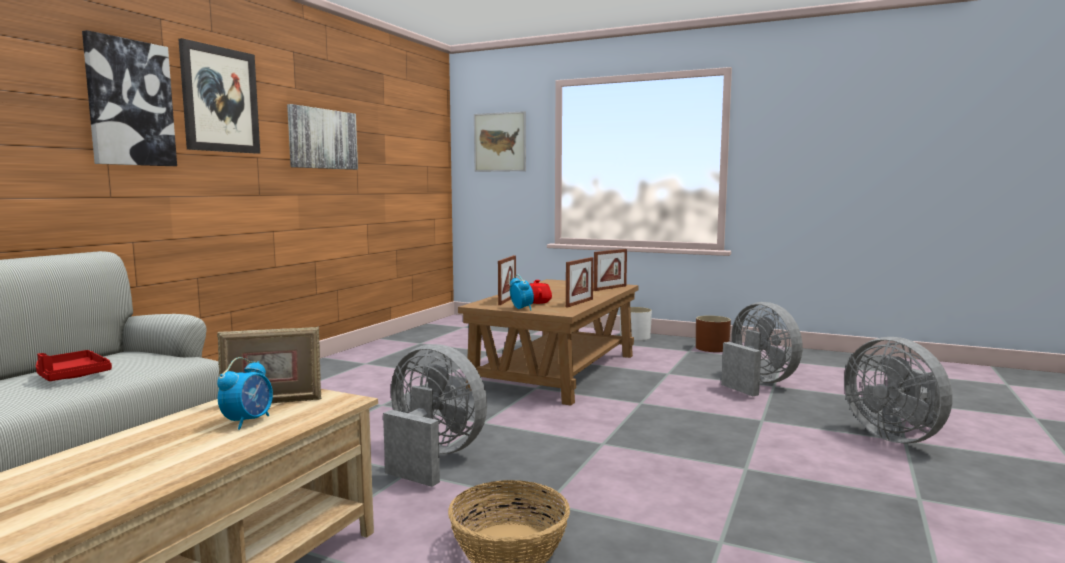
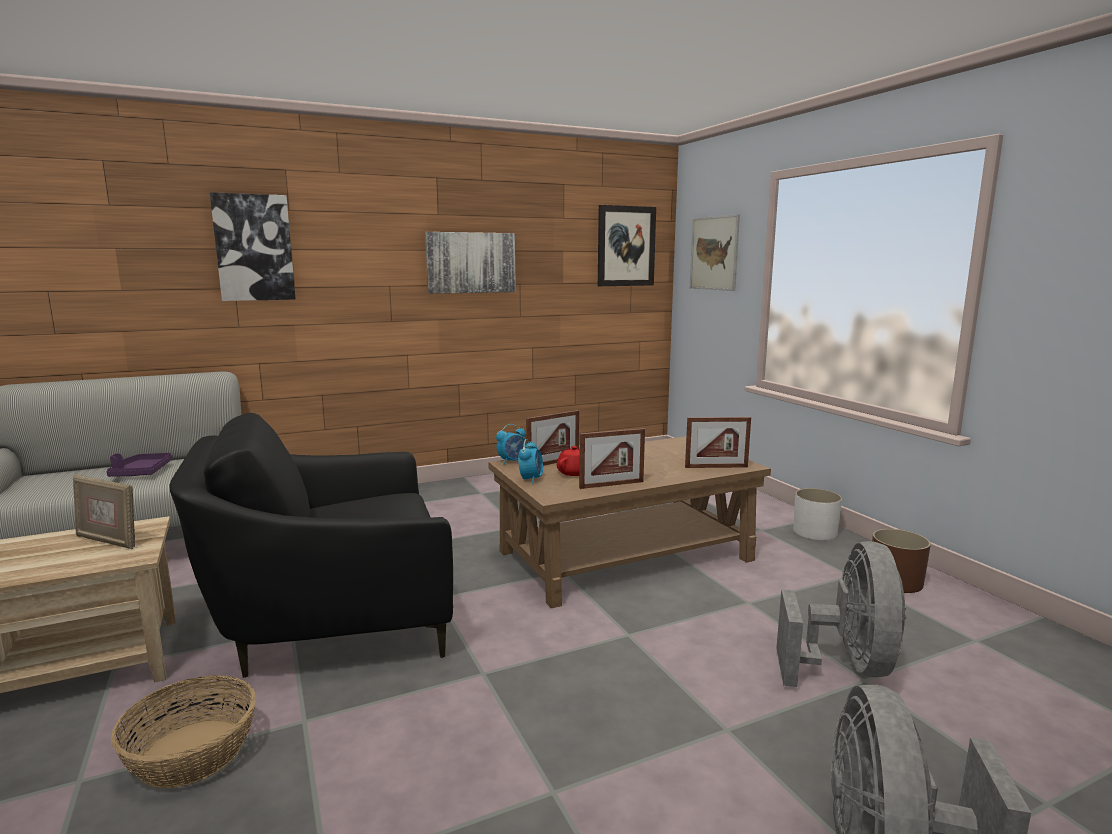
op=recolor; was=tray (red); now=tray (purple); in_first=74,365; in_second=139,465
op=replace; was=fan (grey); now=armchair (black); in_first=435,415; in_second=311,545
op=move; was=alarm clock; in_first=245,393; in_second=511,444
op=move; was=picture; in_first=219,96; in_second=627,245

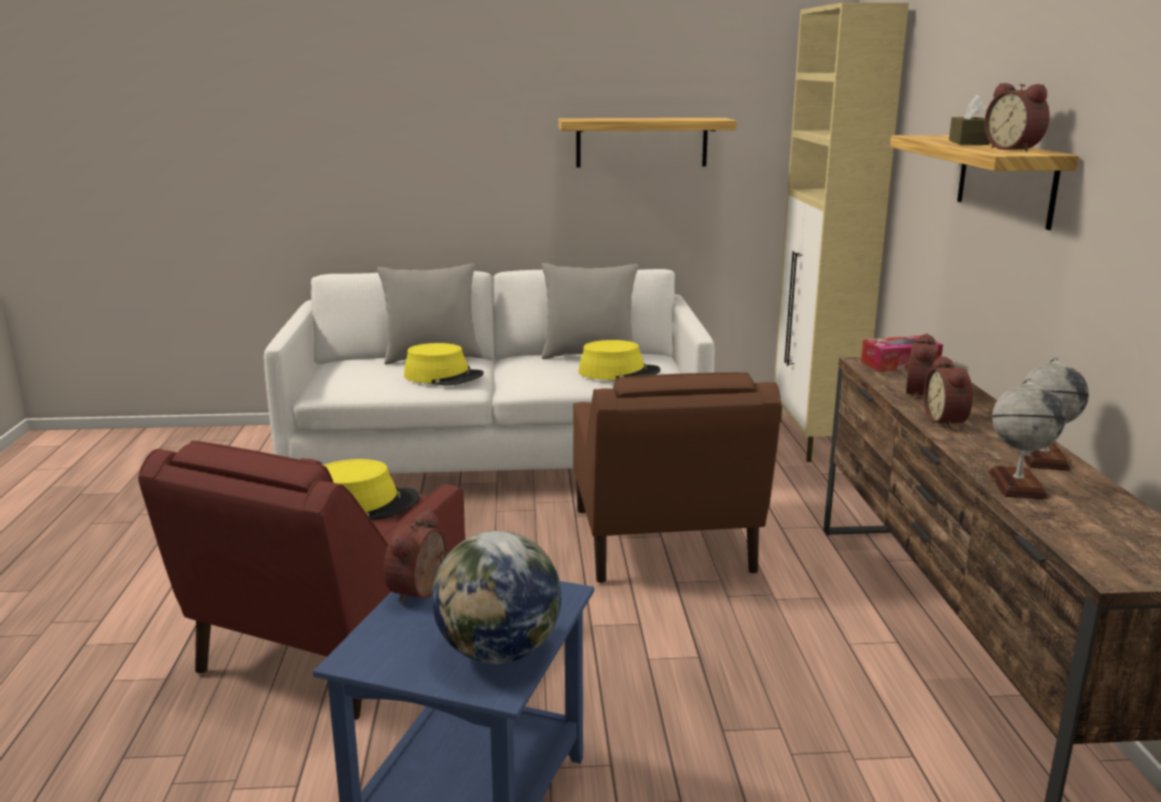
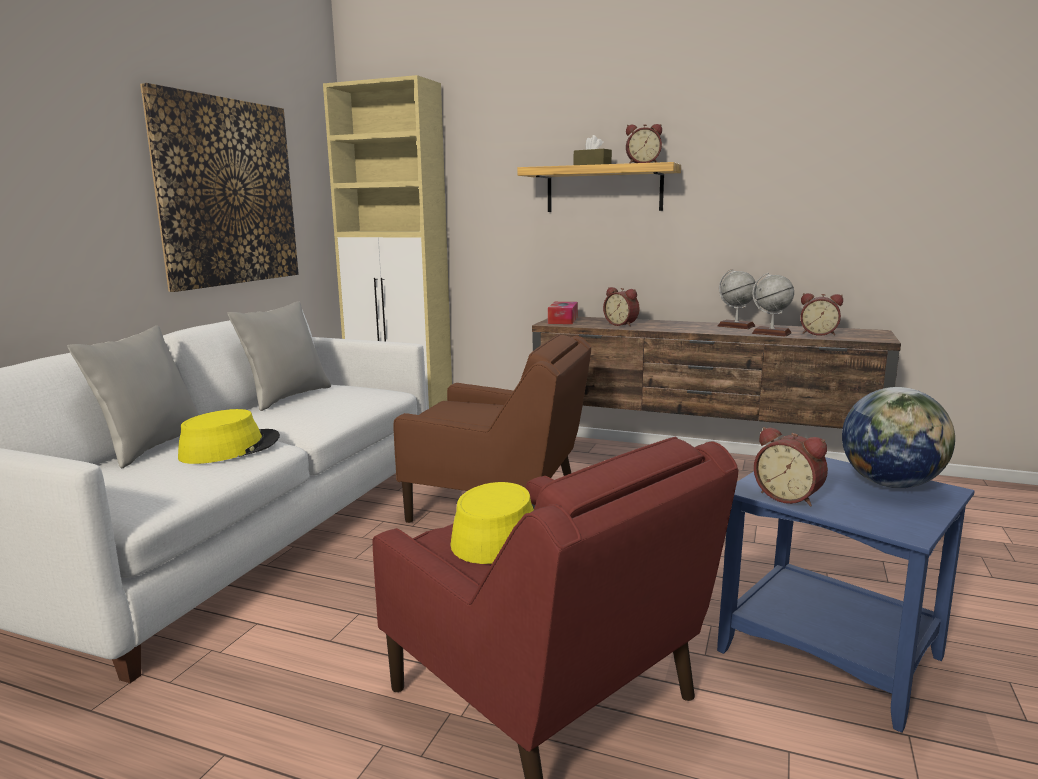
op=replace; was=shelf; now=picture; in_first=647,142; in_second=219,187
op=move; was=alarm clock; in_first=948,392; in_second=821,314
op=delete; was=hat (yellow); in_first=619,360

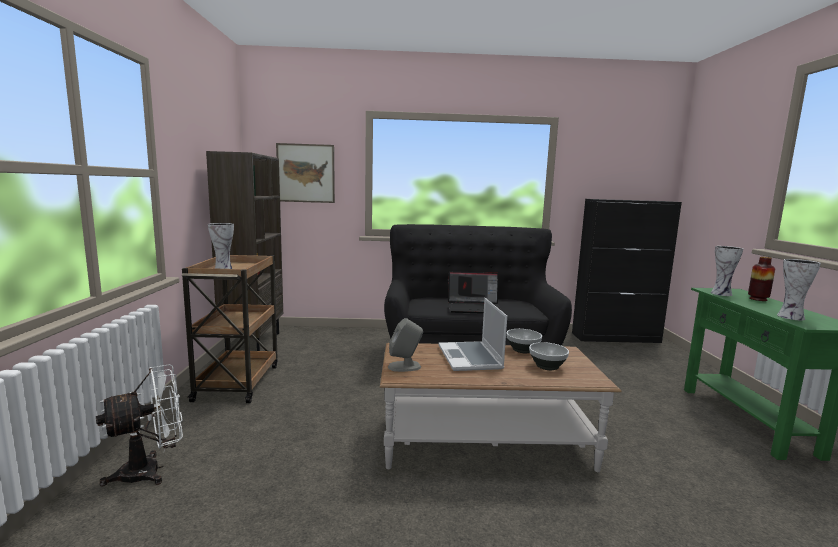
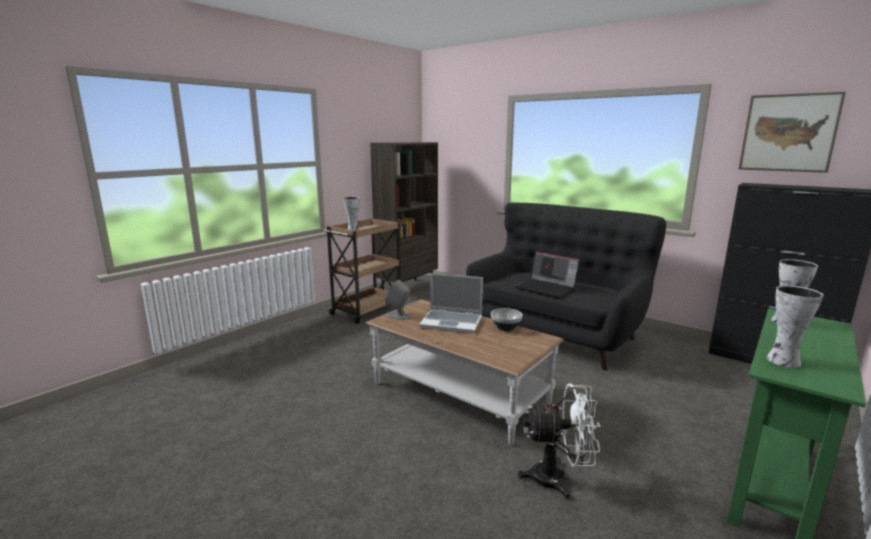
op=rotate; was=laptop; in_first=472,334; in_second=451,303; clockwise=-105
op=move; was=fan (white); in_first=139,425; in_second=559,441
op=move; was=picture; in_first=305,173; in_second=792,132
op=delete; was=bowl; in_first=549,356
op=delete; was=vase; in_first=761,279

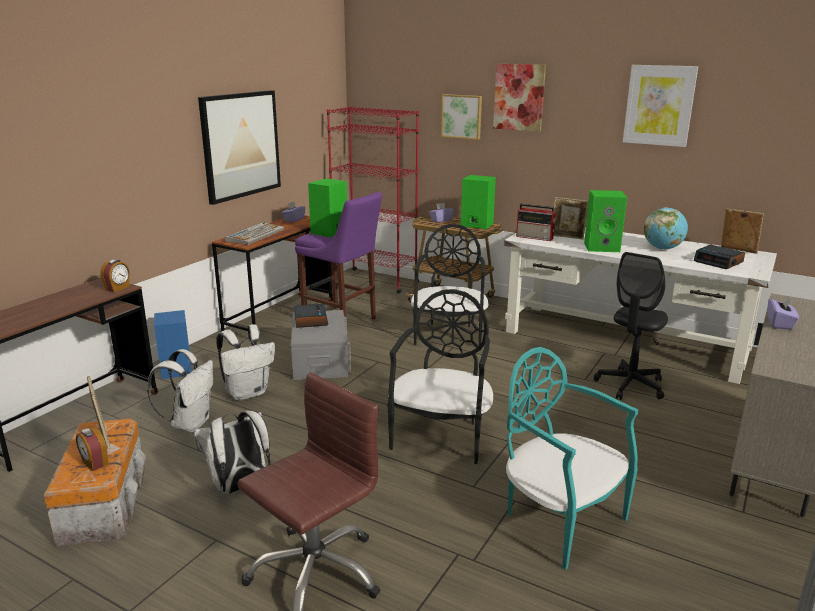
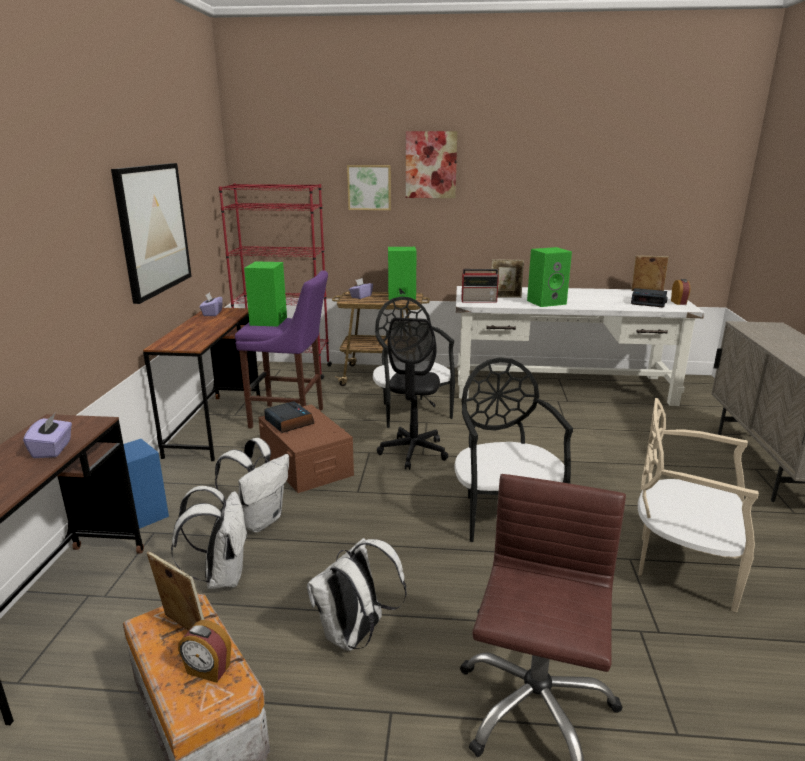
op=move; was=tissue box (purple); in_first=783,313; in_second=47,435
op=recolor; was=storage box (grey); now=storage box (brown); in_first=320,345; in_second=306,448
op=move; was=office chair (black); in_first=631,326; in_second=412,393
op=recolor; was=chair (turquoise); now=chair (beige); in_first=572,458; in_second=698,505
op=move; was=alarm clock; in_first=114,275; in_second=680,292
op=delete; was=keyboard; in_first=254,233
op=delete; was=picture; in_first=660,106
op=delete; was=globe; in_first=666,228

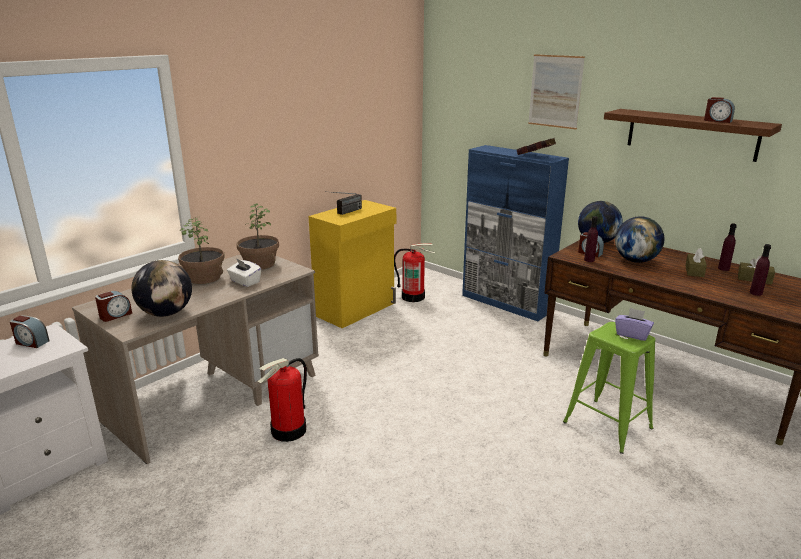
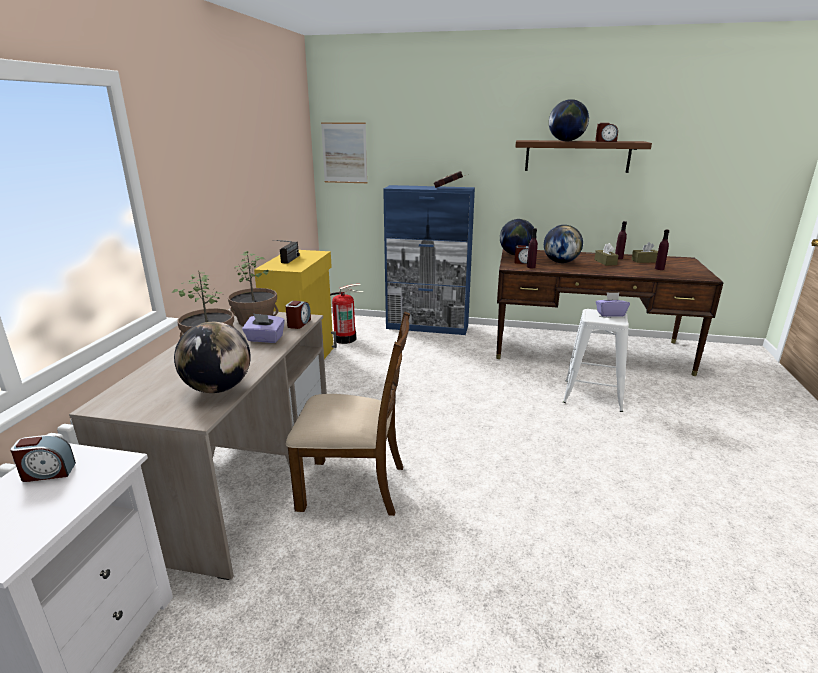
op=recolor; was=tissue box (white); now=tissue box (purple); in_first=244,272; in_second=263,328
op=move; was=alarm clock; in_first=113,306; in_second=298,315
op=replace; was=fire extinguisher; now=chair (brown); in_first=282,400; in_second=348,413
op=move; was=picture; in_first=556,92; in_second=344,152
op=insert; now=globe; in_second=569,120
op=recolor; was=stool (green); now=stool (white); in_first=609,388; in_second=596,360

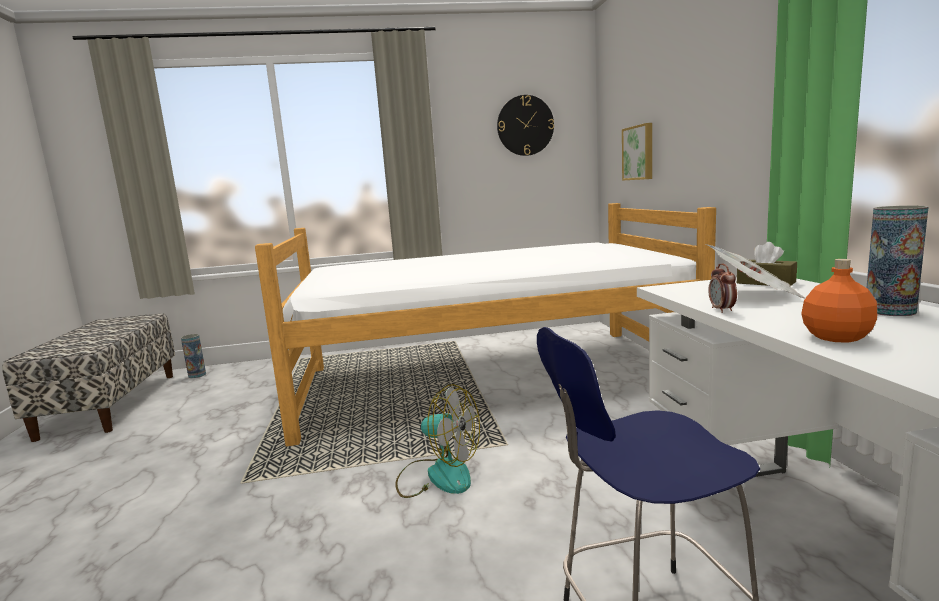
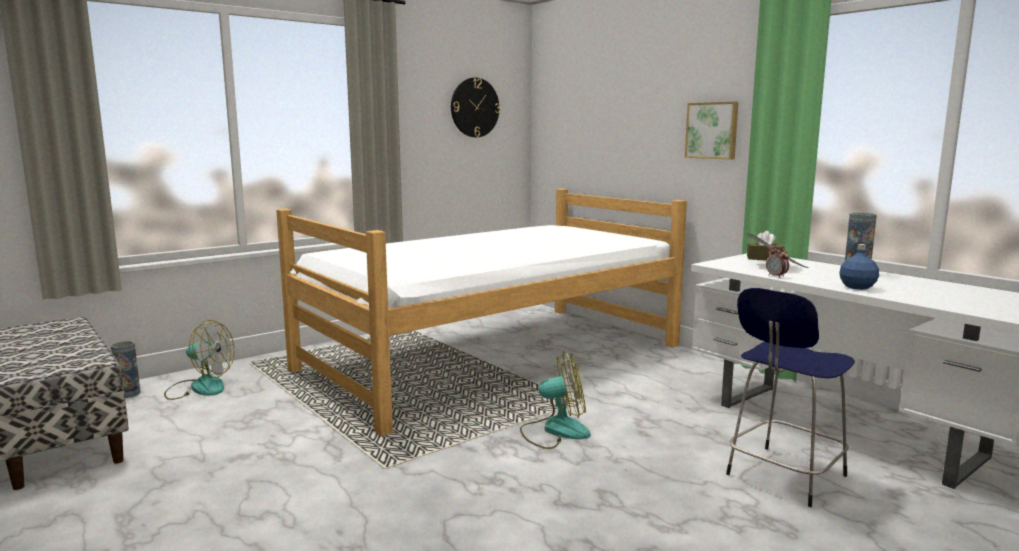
op=insert; now=fan; in_second=199,360
op=move; was=picture; in_first=637,152; in_second=712,130
op=recolor; was=bottle (orange); now=bottle (blue); in_first=839,301; in_second=859,267

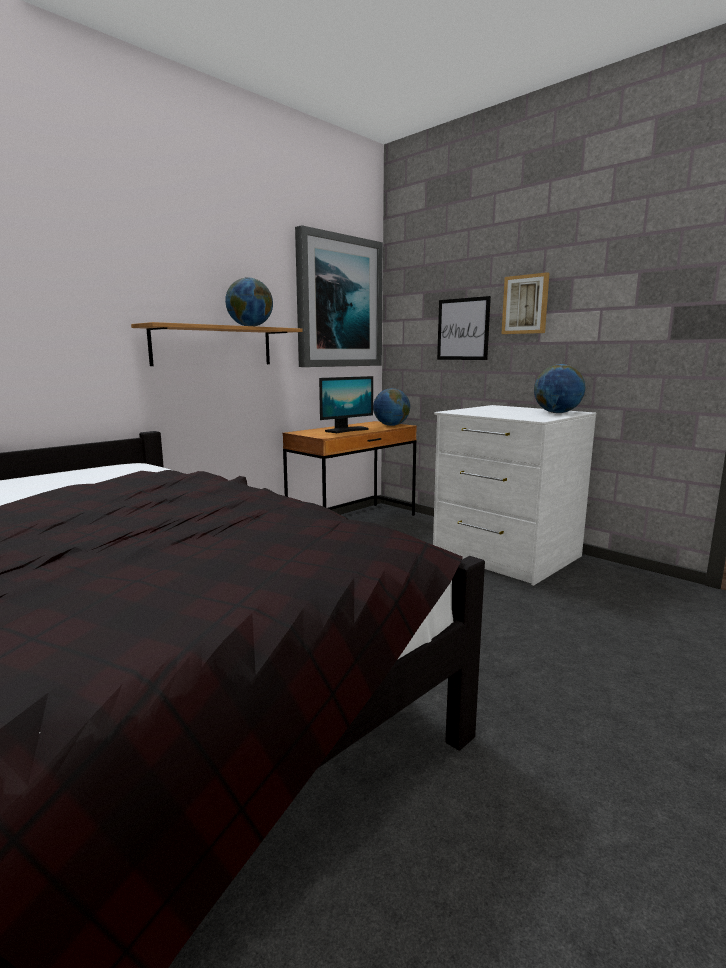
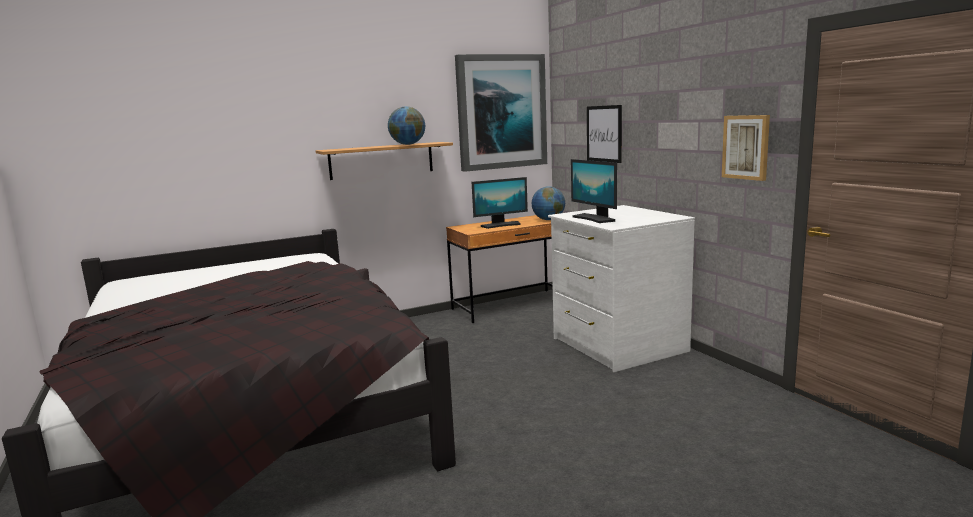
op=insert; now=monitor; in_second=594,191
op=move; was=picture; in_first=525,303; in_second=746,148
op=delete; was=globe; in_first=559,388

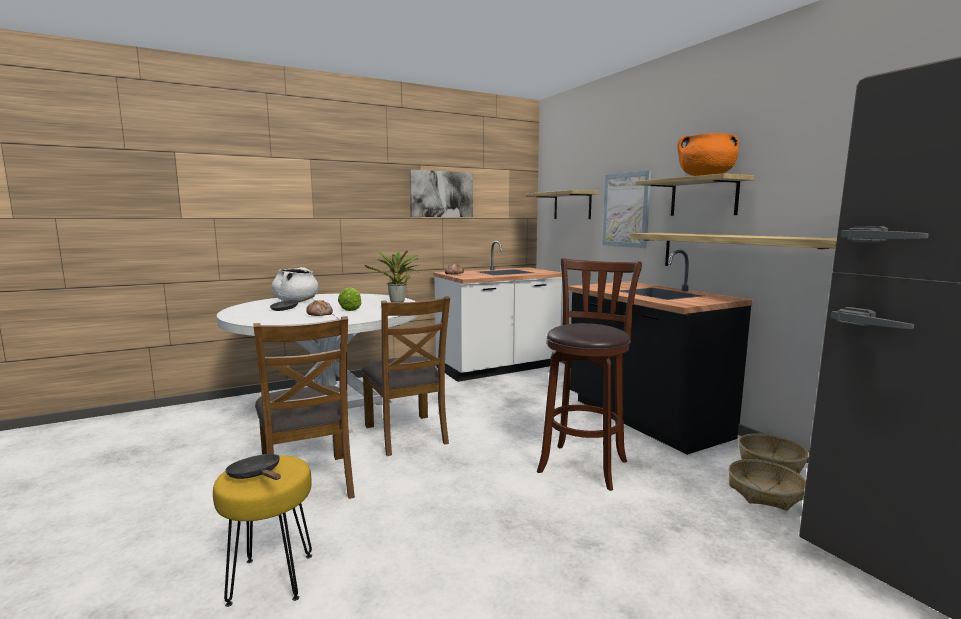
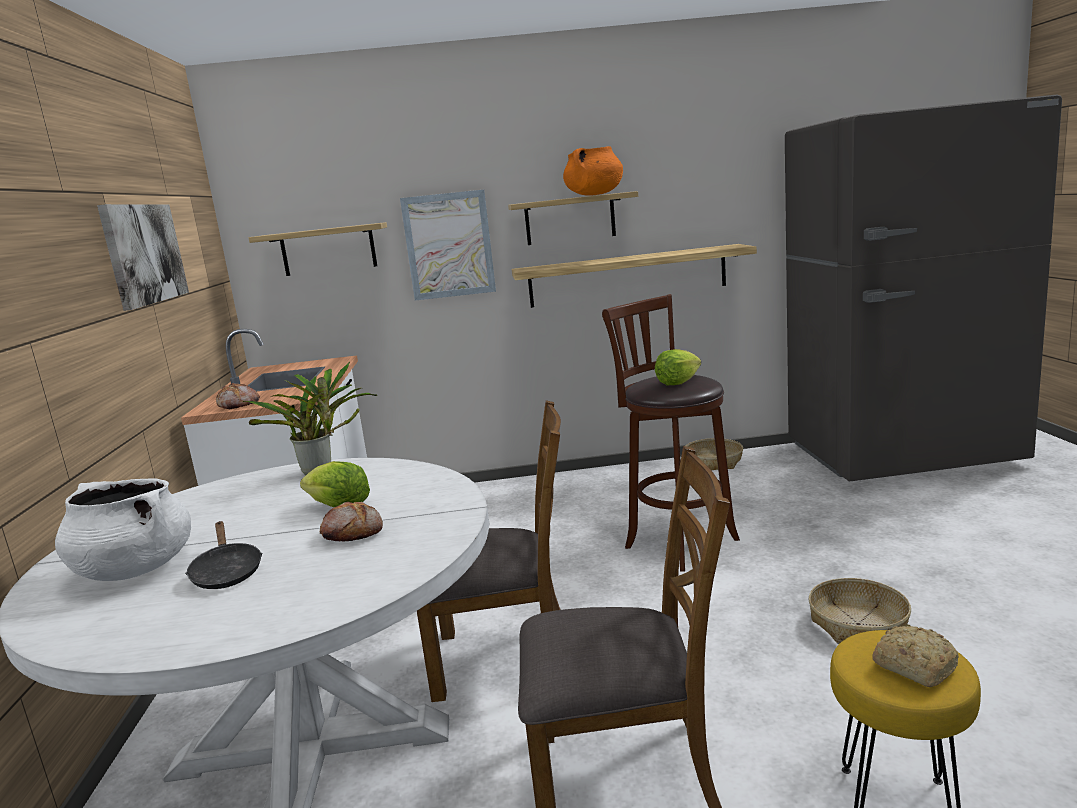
op=insert; now=lettuce; in_second=678,367
op=move; was=basket; in_first=767,485; in_second=859,611
op=replace; was=frying pan (black); now=bread; in_first=253,467; in_second=915,655
op=delete; was=counter (black); in_first=660,352

